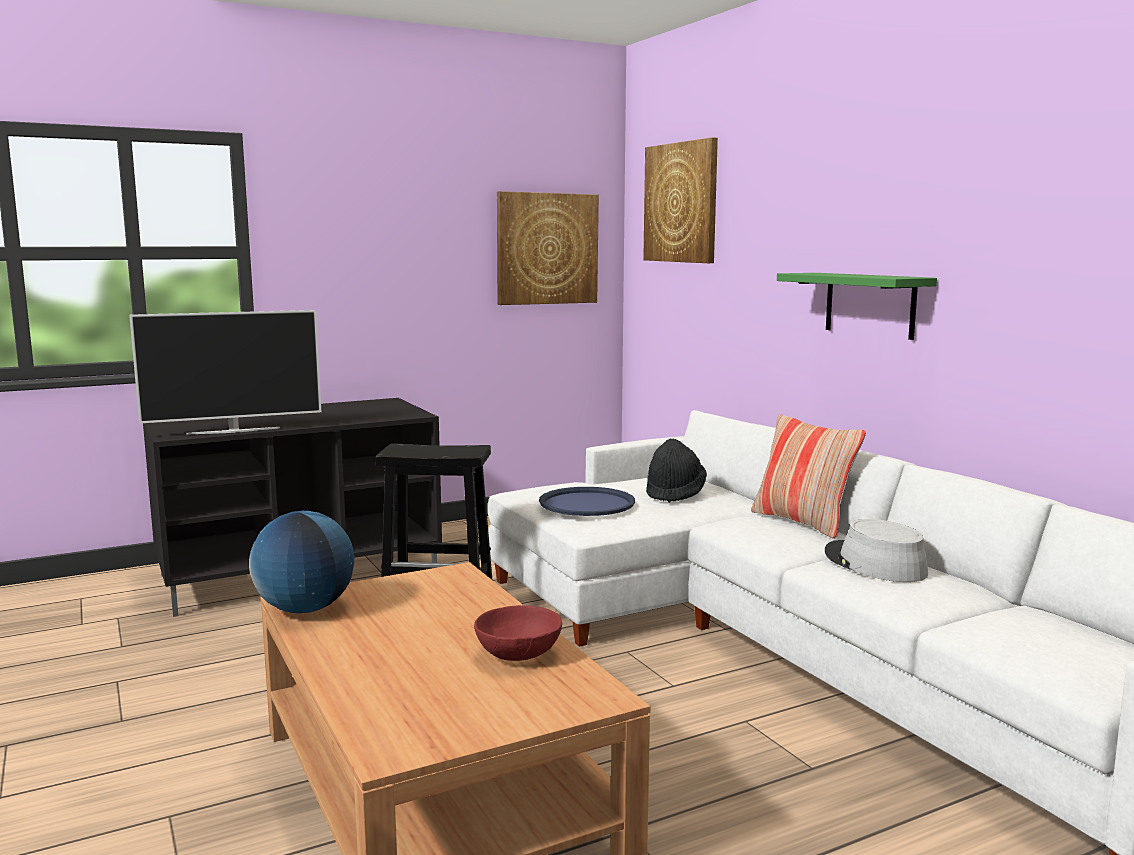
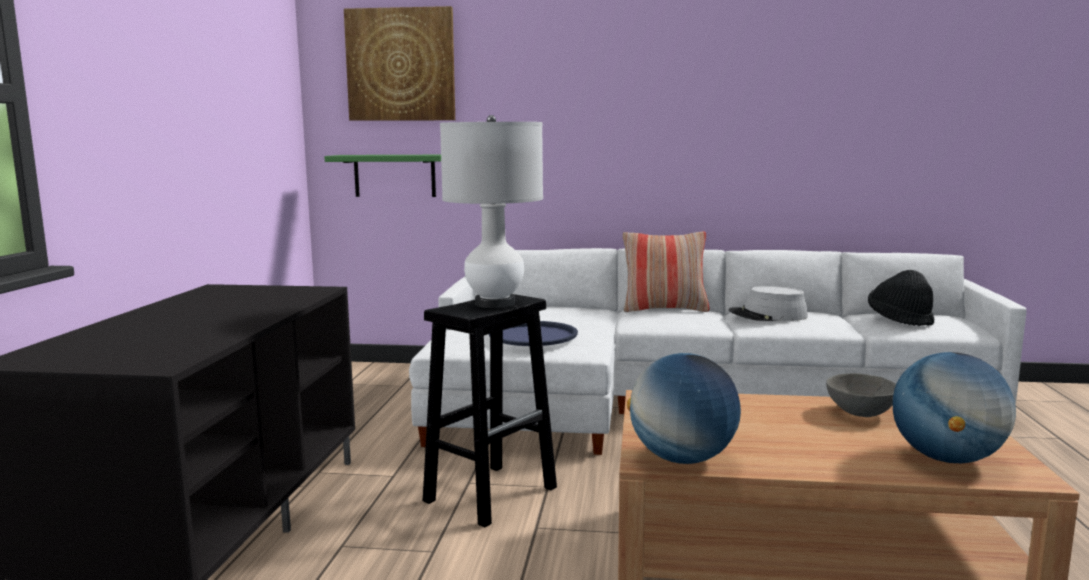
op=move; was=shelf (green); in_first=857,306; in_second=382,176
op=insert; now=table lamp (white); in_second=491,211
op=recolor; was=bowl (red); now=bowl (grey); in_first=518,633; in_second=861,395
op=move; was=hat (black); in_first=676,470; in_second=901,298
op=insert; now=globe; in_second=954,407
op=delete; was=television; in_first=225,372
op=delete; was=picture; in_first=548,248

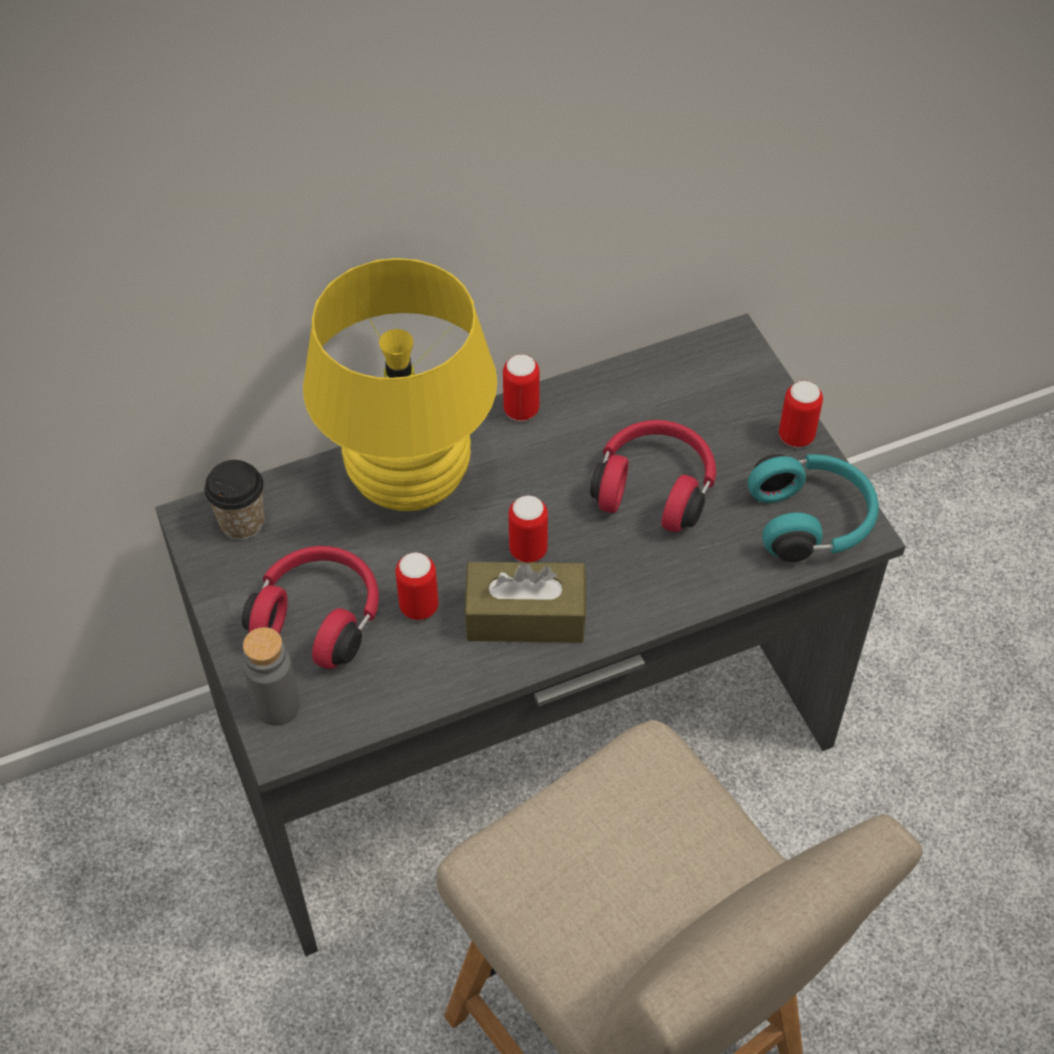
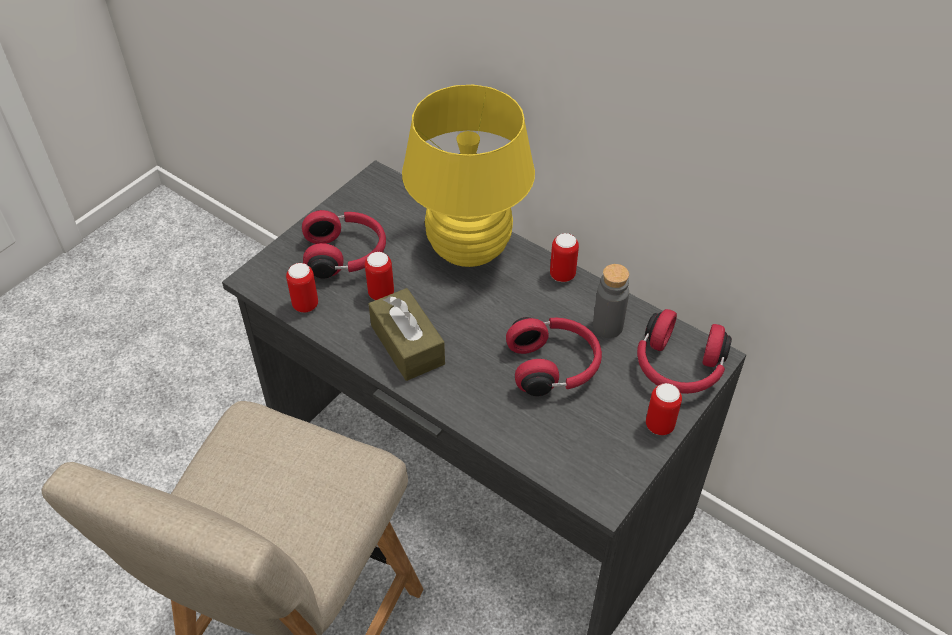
op=move; was=can; in_first=528,529; in_second=302,288
op=move; was=bottle (grey); in_first=271,676; in_second=611,301
op=insert; now=headphones (red); in_second=684,351
op=delete; was=cup; in_first=234,500
op=delete; was=headphones (turquoise); in_first=813,508

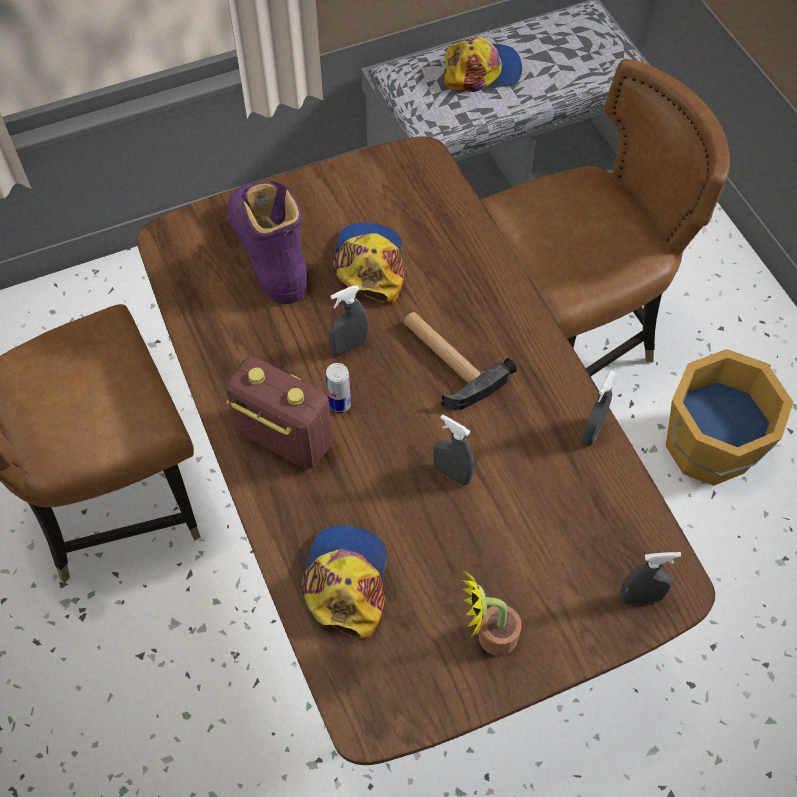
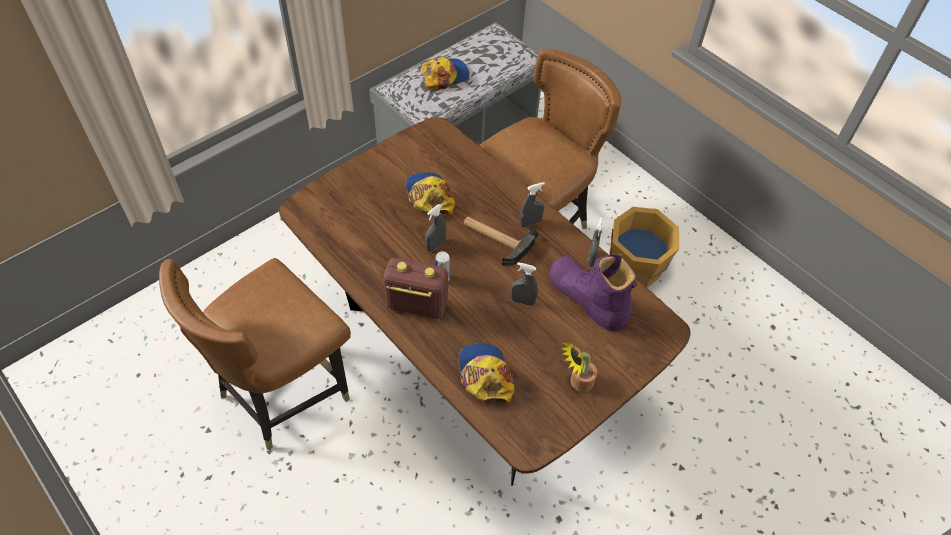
op=move; was=spray bottle (grey); in_first=650,578; in_second=532,204
op=move; was=boot (purple); in_first=267,242; in_second=593,292

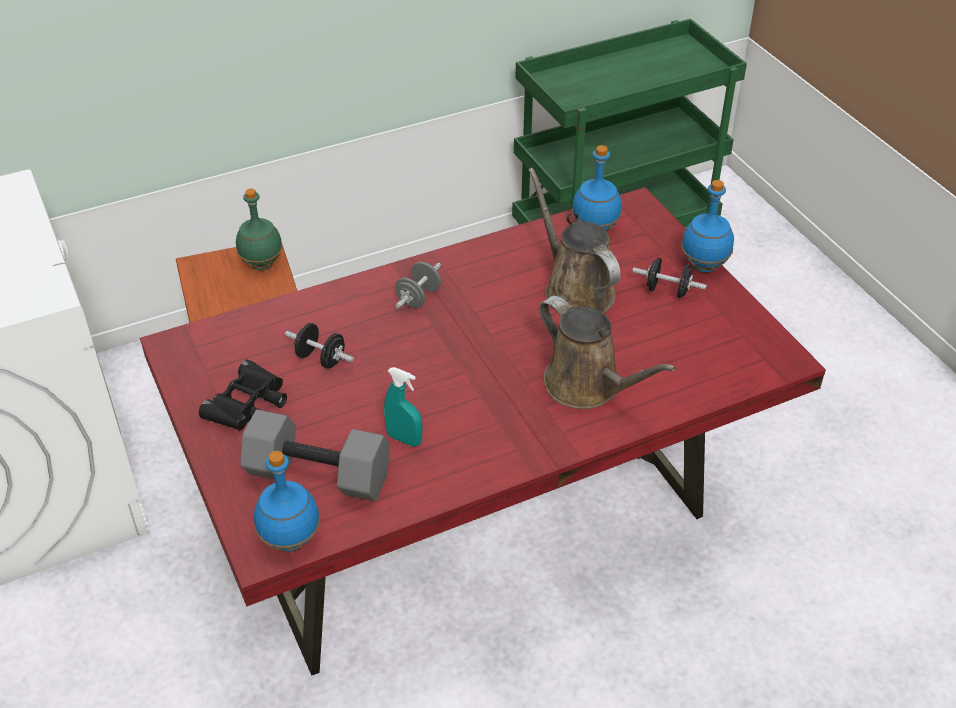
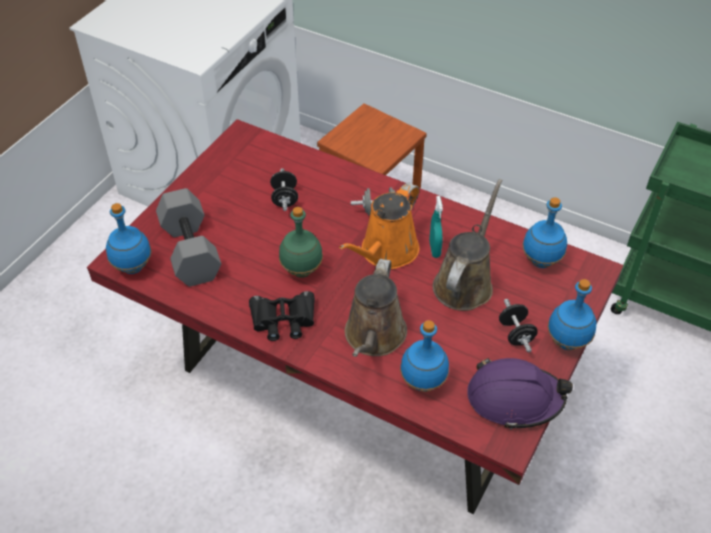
op=move; was=binoculars (black); in_first=243,395; in_second=282,316
op=move; was=bottle (green); in_first=259,229; in_second=301,242
op=insert; now=watering can (orange); in_second=379,226
op=insert; now=bottle (blue); in_second=424,356
op=move; was=spray bottle (turquoise); in_first=403,407; in_second=436,227
op=insert; now=hard hat (purple); in_second=520,393

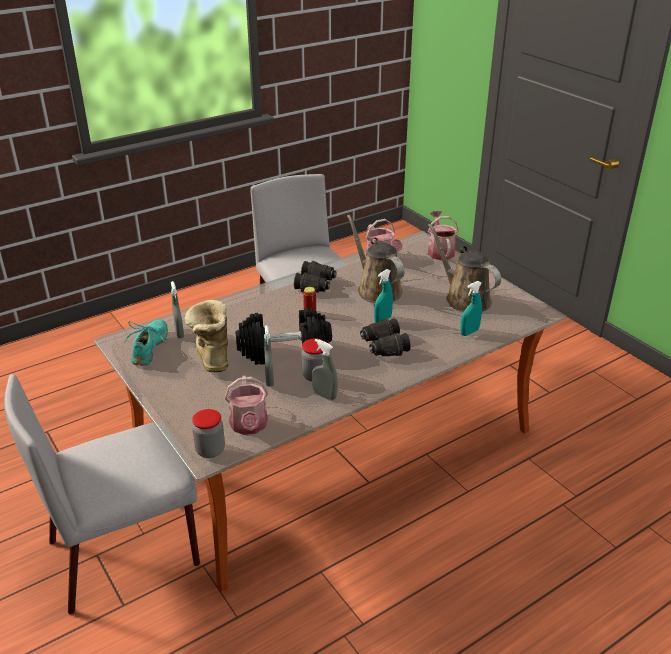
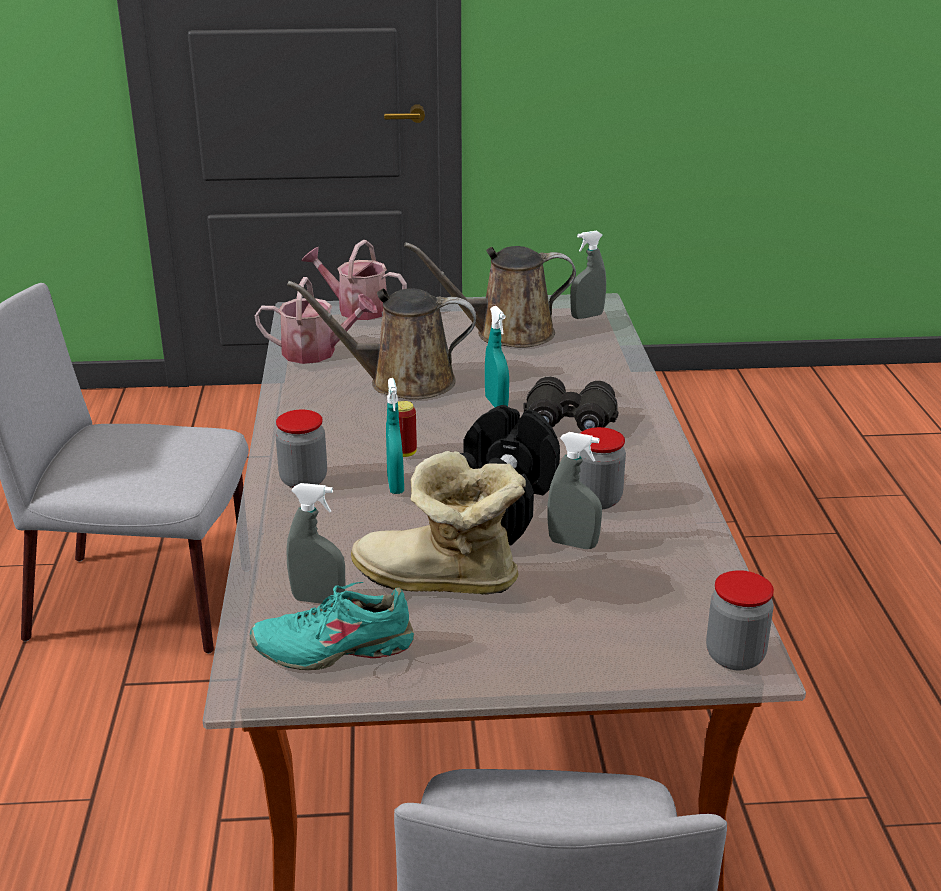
op=rotate; was=shoe (turquoise); in_first=146,343; in_second=332,626; clockwise=-45
op=insert; now=jar; in_second=301,449
op=move; was=spray bottle (turquoise); in_first=471,308; in_second=395,436
op=move; was=spray bottle (grey); in_first=325,369; in_second=588,275
op=delete; was=watering can; in_first=246,405
op=delete; was=binoculars (black); in_first=315,277

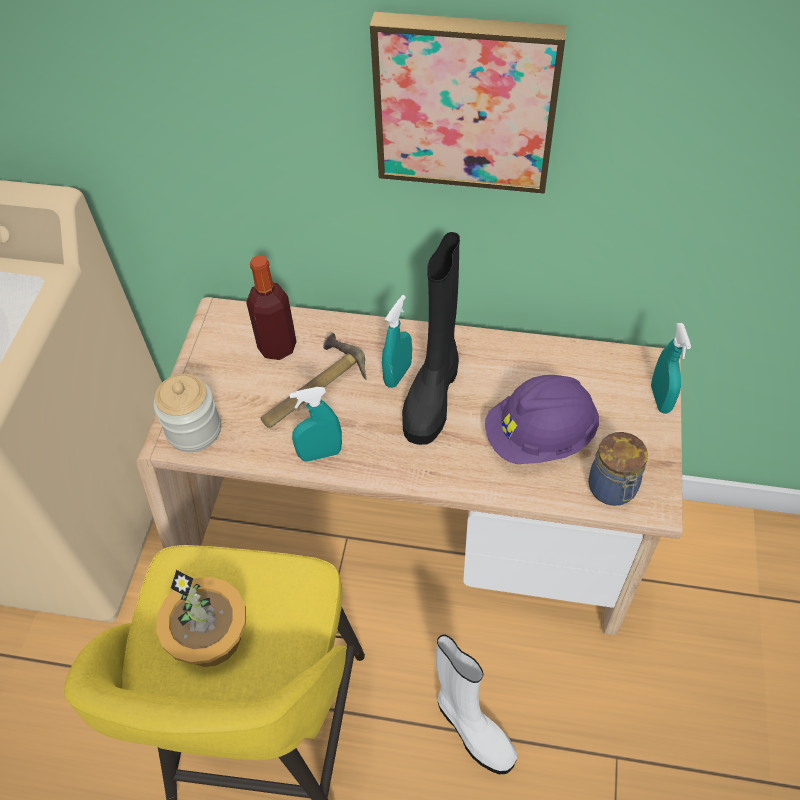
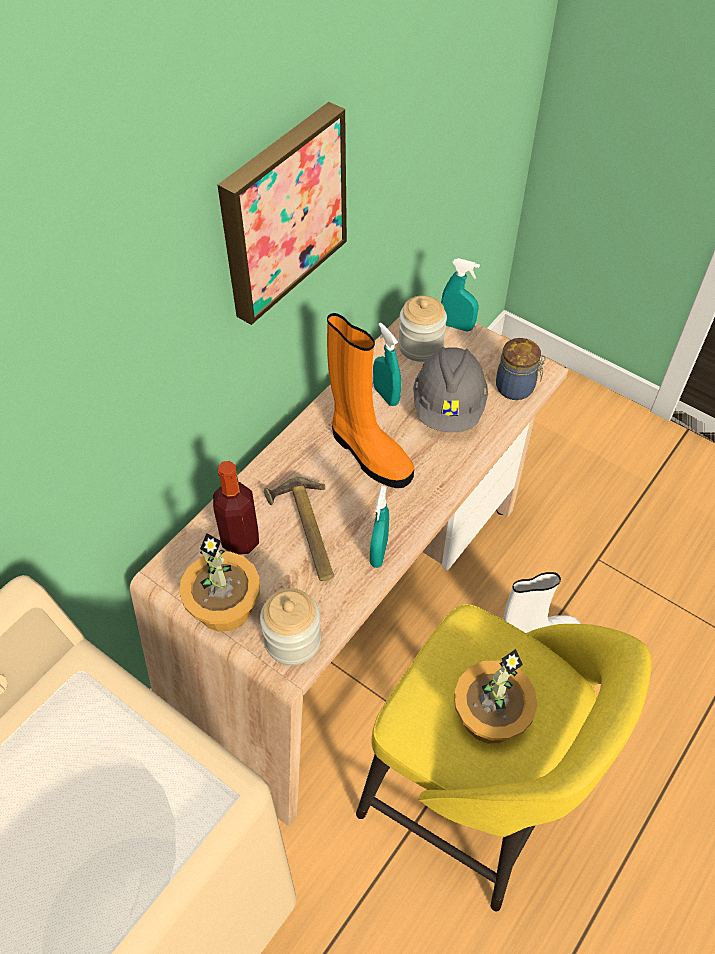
op=insert; now=potted plant; in_second=219,582
op=recolor; was=boot (black); now=boot (orange); in_first=431,338; in_second=370,400
op=move; was=spray bottle (turquoise); in_first=397,341; in_second=387,364
op=insert; now=jar; in_second=422,328
op=recolor; was=hard hat (purple); now=hard hat (grey); in_first=542,419; in_second=450,389

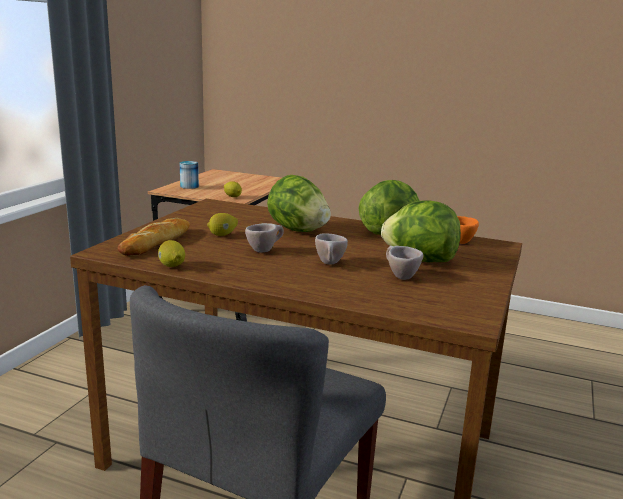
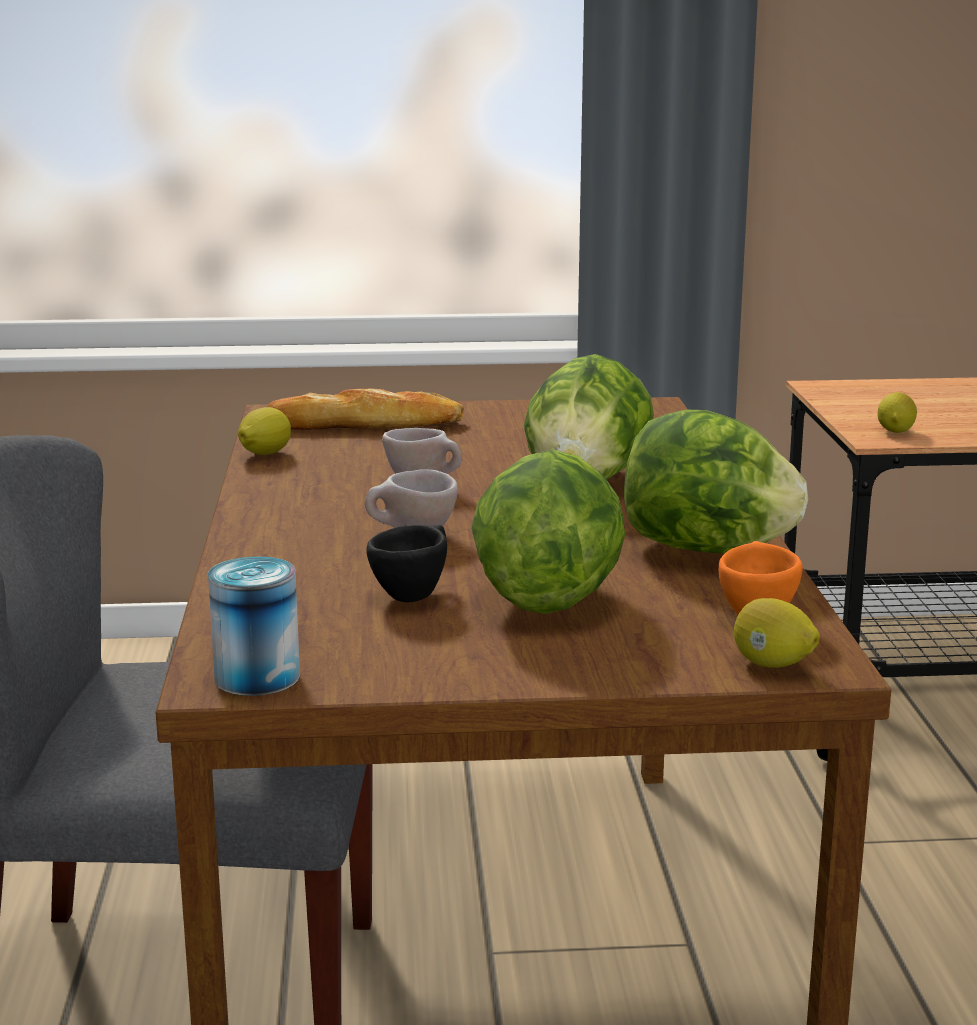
op=move; was=can; in_first=189,175; in_second=254,626
op=recolor; was=cup (beige); now=cup (black); in_first=404,263; in_second=406,563
op=move; was=lemon; in_first=222,224; in_second=777,633

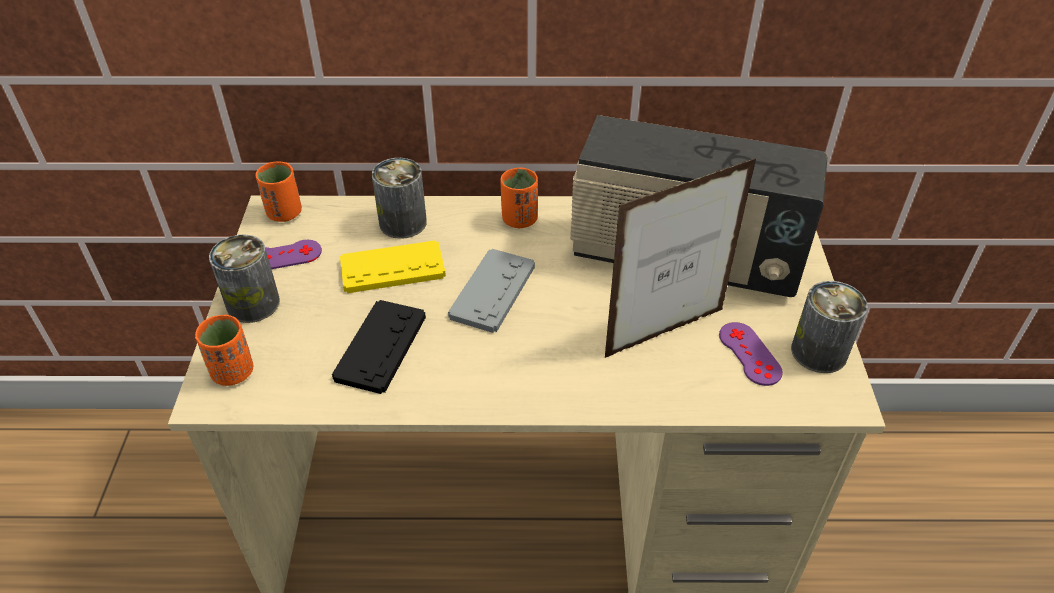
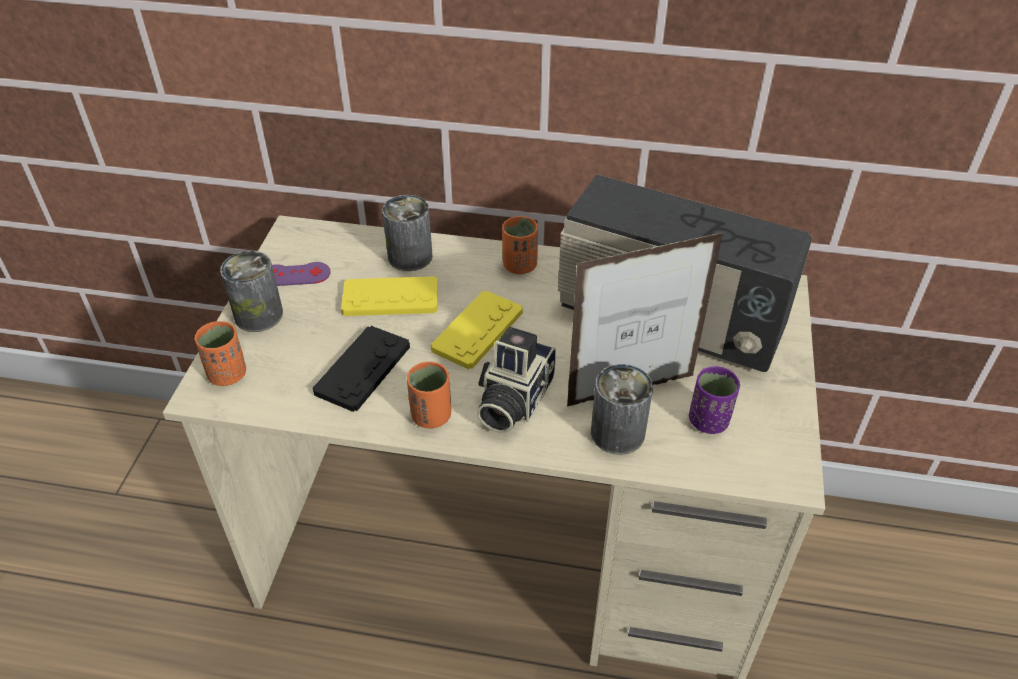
op=move; was=cup (orange); in_first=279,191; in_second=429,395
op=recolor; was=game controller (grey); now=game controller (yellow); in_first=491,291; in_second=477,330
op=insert; now=photo camera; in_second=516,380
op=move; was=can; in_first=829,327; in_second=622,409
op=replace; was=game controller (purple); now=cup (purple); in_first=751,354; in_second=714,400

